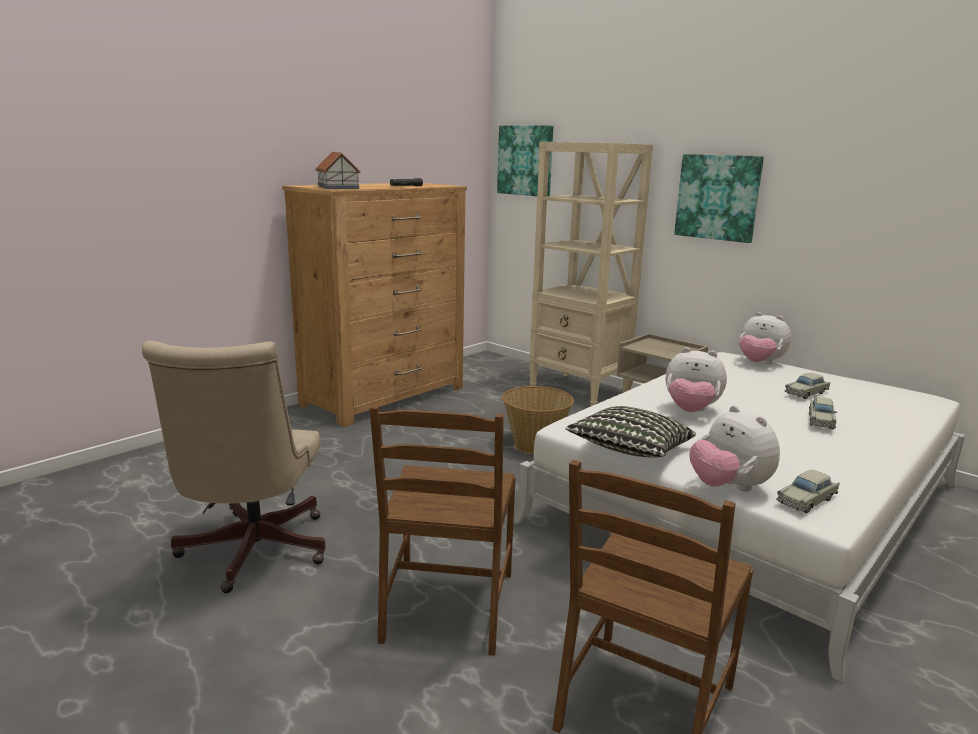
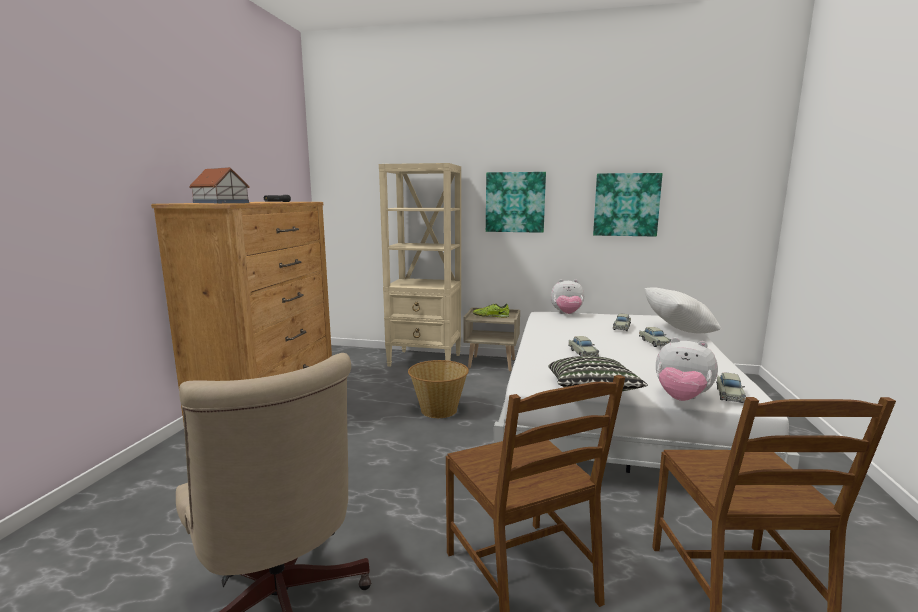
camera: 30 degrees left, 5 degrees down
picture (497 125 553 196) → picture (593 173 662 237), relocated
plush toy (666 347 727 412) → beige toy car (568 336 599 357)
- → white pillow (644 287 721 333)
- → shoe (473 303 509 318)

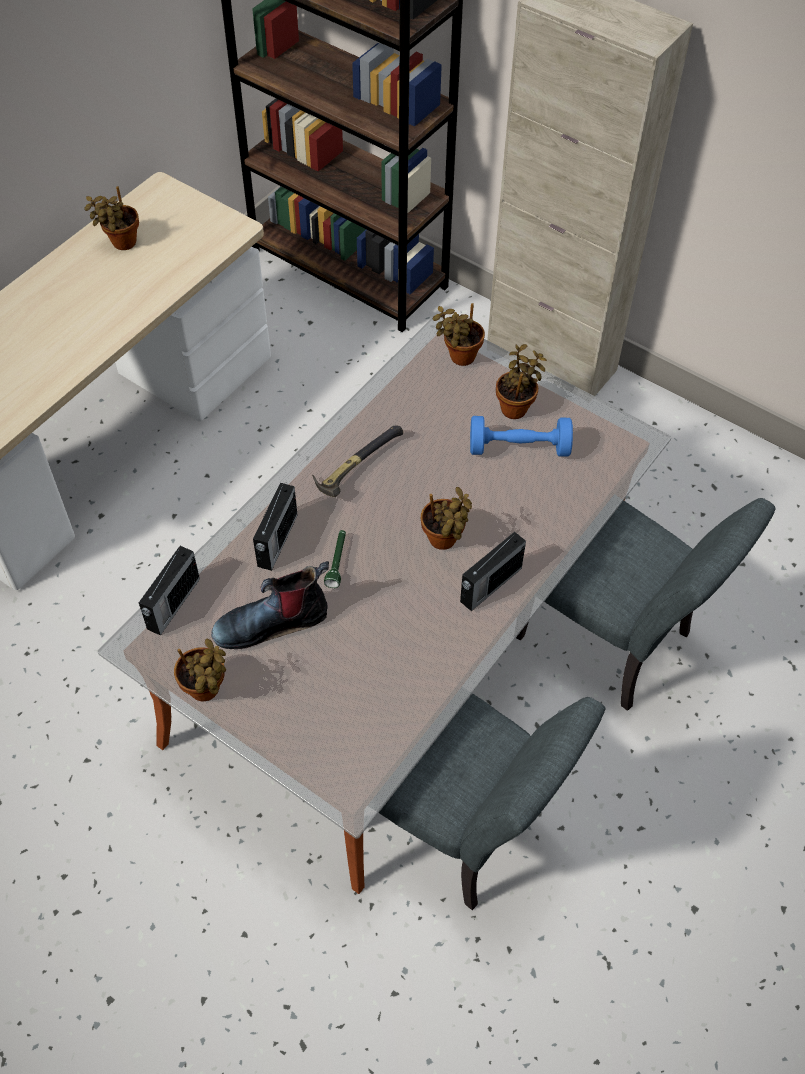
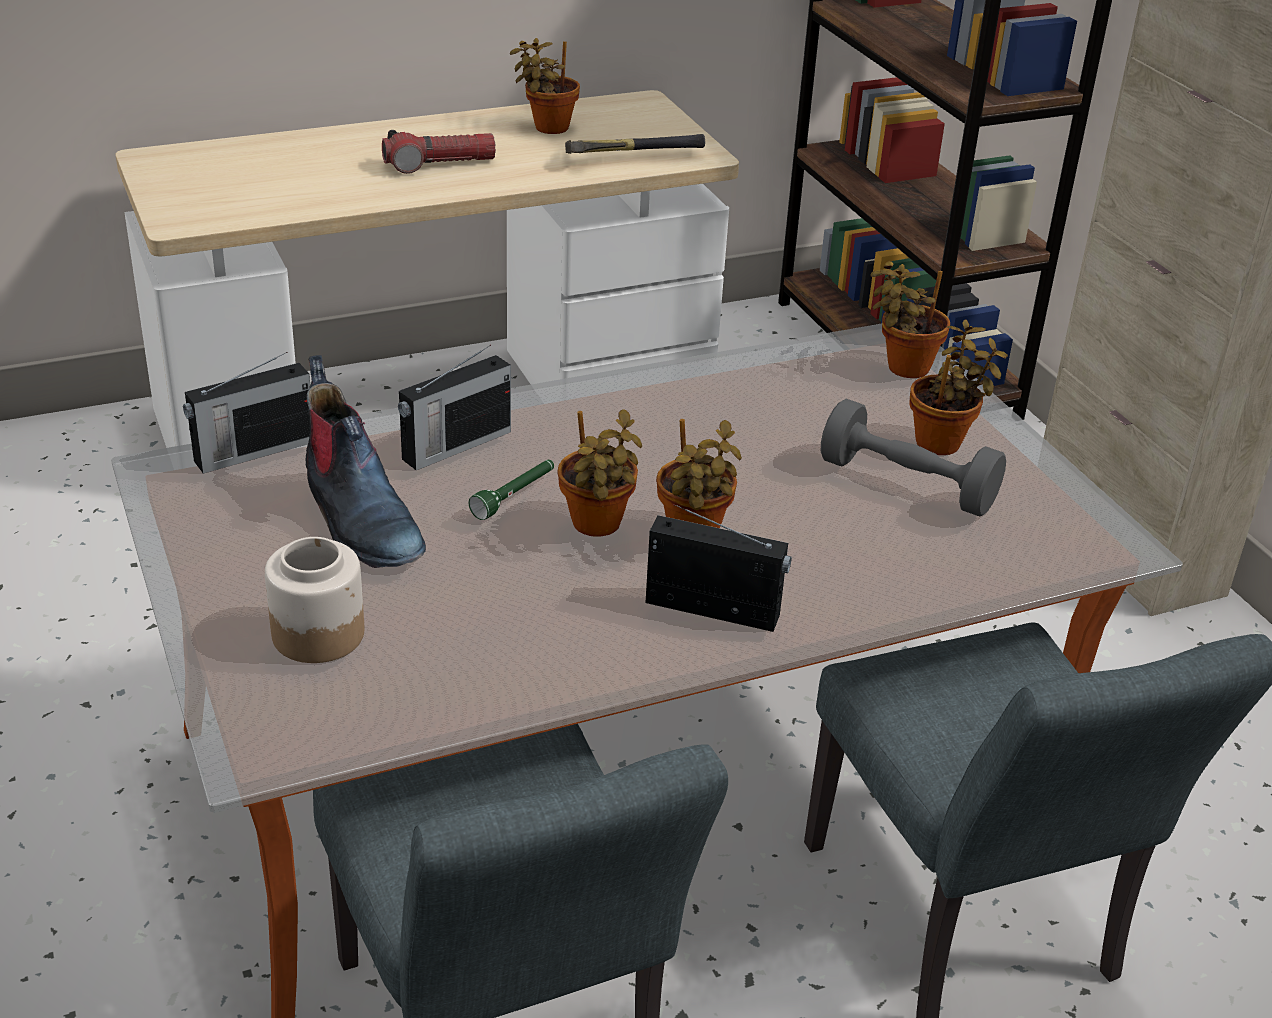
camera: 30 degrees right, 20 degrees down
blue dumbbell (470 416 573 457) → grey dumbbell (821 399 1006 517)
hammer (312 425 403 497) → hammer (565 134 705 154), relocated
radio (460 532 526 611) → radio (645 504 792 632), 150 degrees counterclockwise
boot (211 561 329 649) → boot (306 355 426 568), 135 degrees counterclockwise
potted plant (174 639 226 701) → potted plant (557 409 642 537), relocated
- → flashlight (382 130 496 174)
- → jar (265 537 364 663)

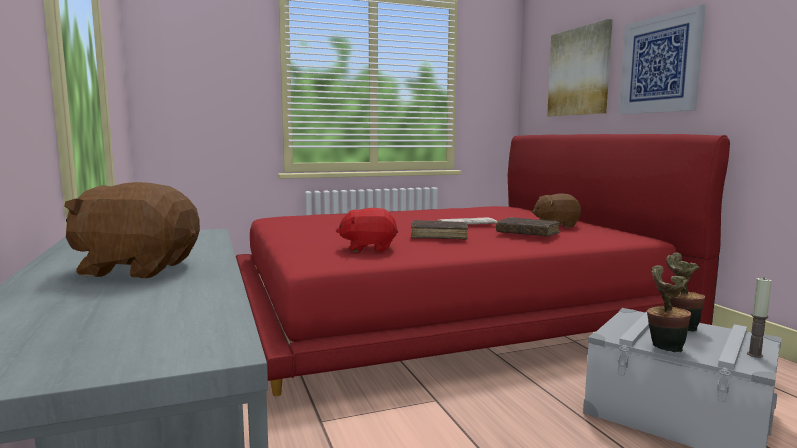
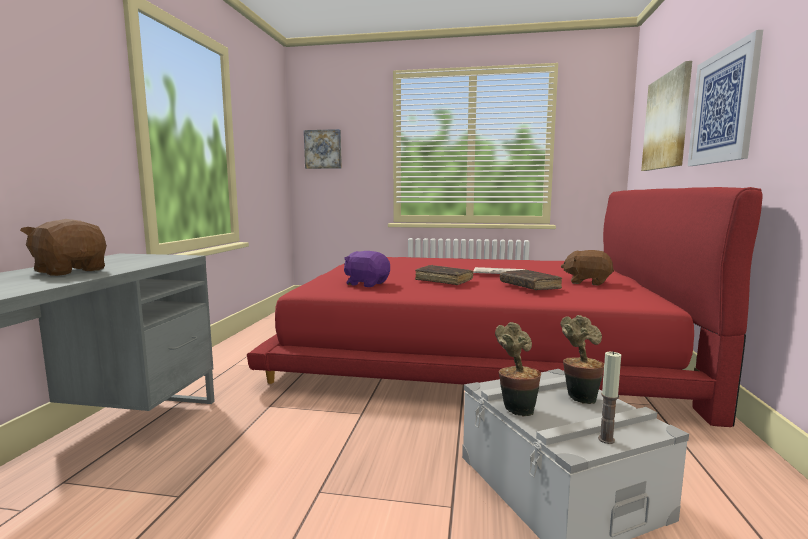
camera: 30 degrees right, 0 degrees up
red plush toy (336 208 398 252) → purple plush toy (344 251 390 287)
- → picture (304 129 342 169)

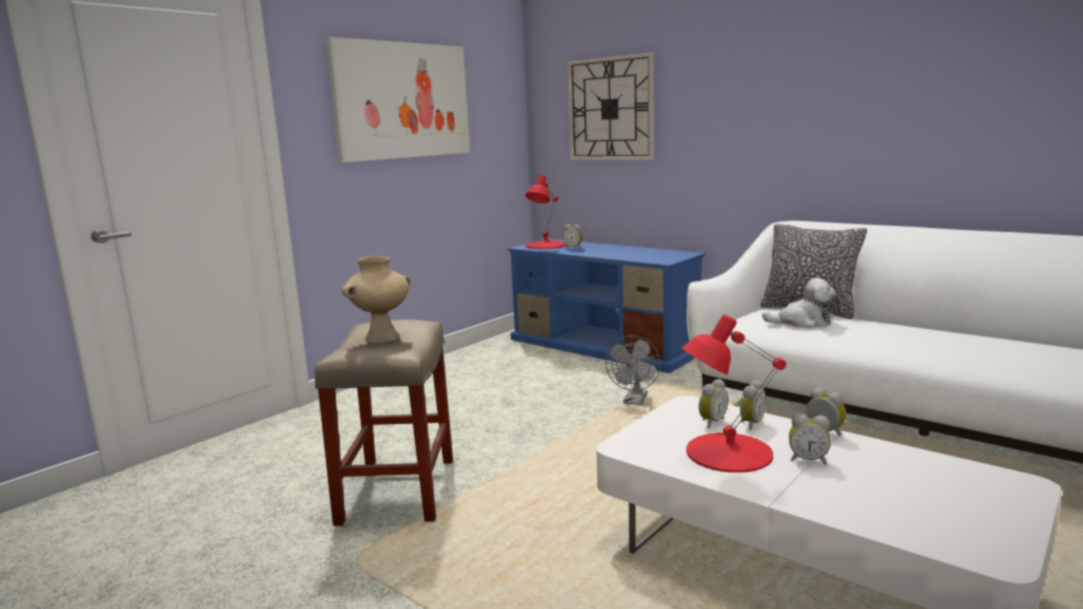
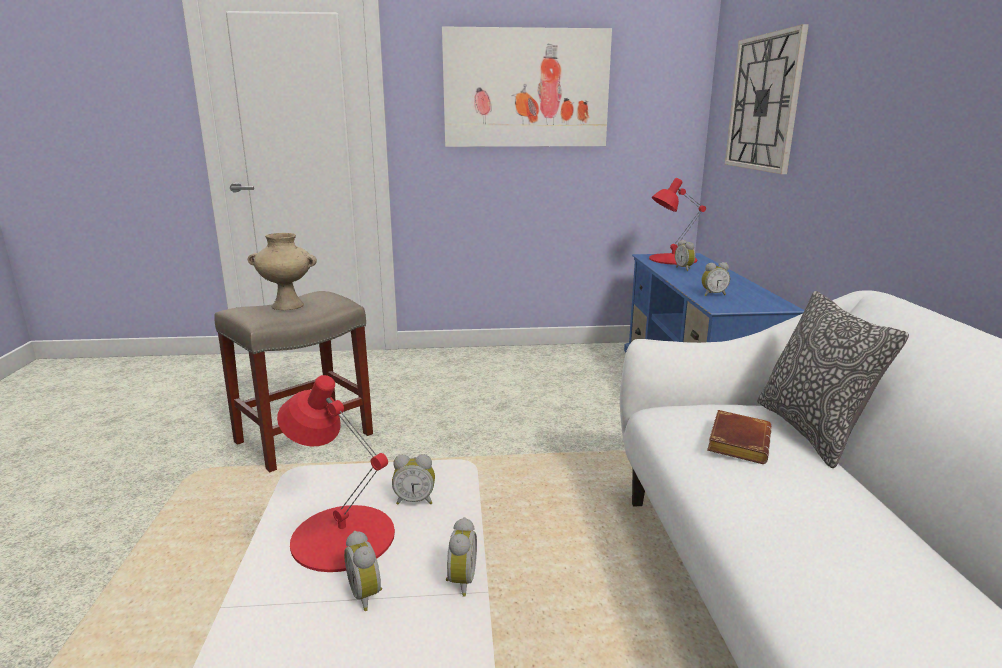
camera: 45 degrees right, 5 degrees up
plush toy (762 278 836 329) → brown book (707 410 771 464)
grey fan (605 335 661 405) → -
alarm clock (740 380 766 430) → alarm clock (702 262 730 296), relocated

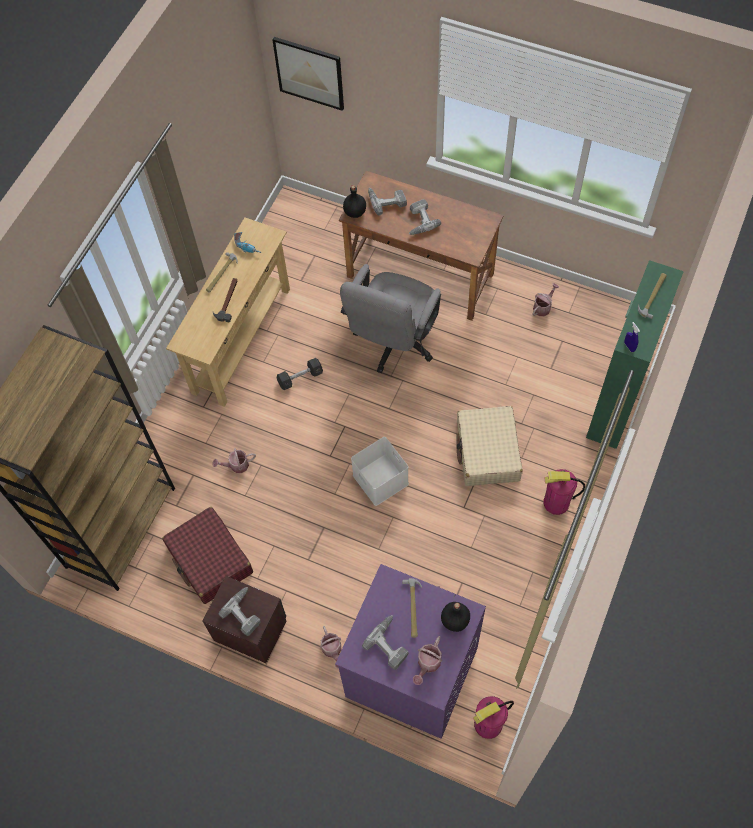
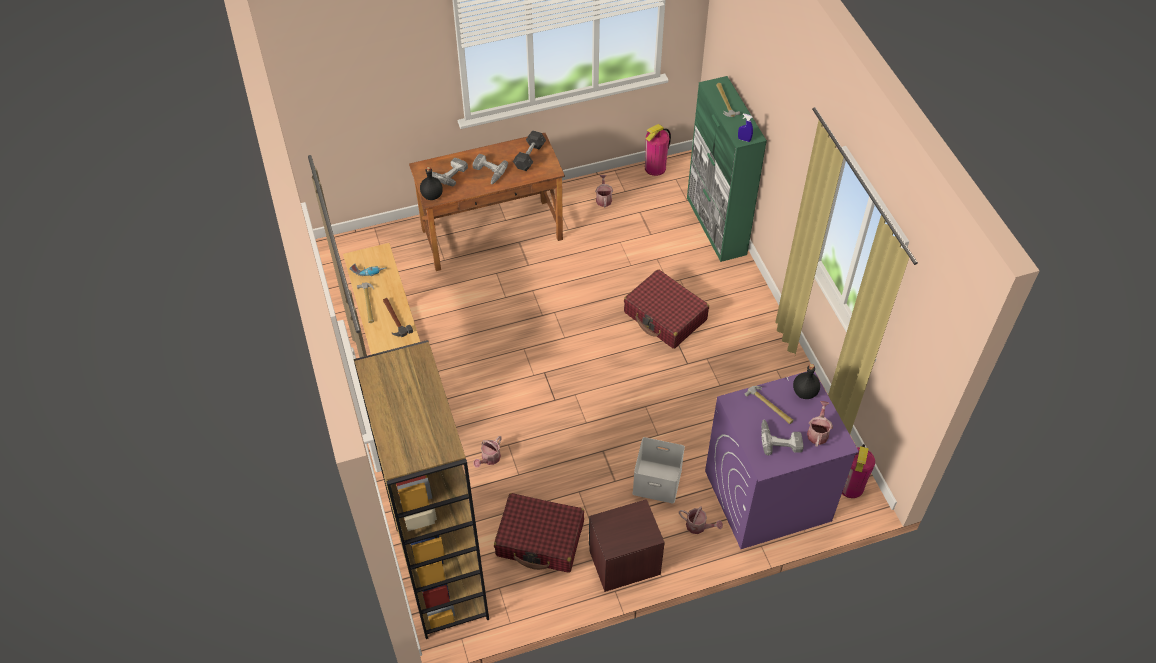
camera: 45 degrees left, 10 degrees down
picture (272 37 344 111) → -
grey office chair (340 264 441 373) → -
grey dumbbell (277 358 323 390) → grey dumbbell (513 131 546 171), relocated
beige suitcase (456 406 523 486) → red suitcase (624 269 709 349)
white storage box (351 437 409 506) → white storage box (632 437 685 503), relocated
fire extinguisher (543 469 585 515) → fire extinguisher (645 124 671 176), relocated
power drill (219 587 261 636) → -
watering can (413 636 442 685) → watering can (807 401 833 447), 150 degrees counterclockwise

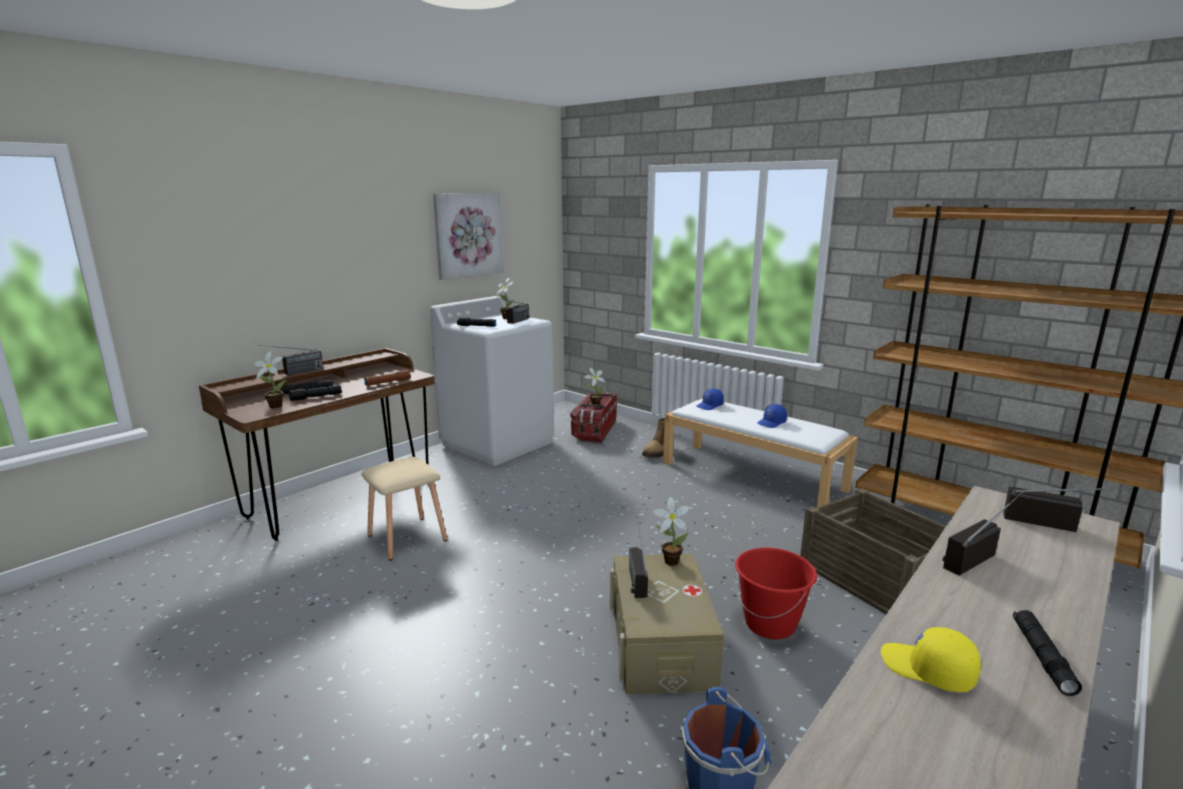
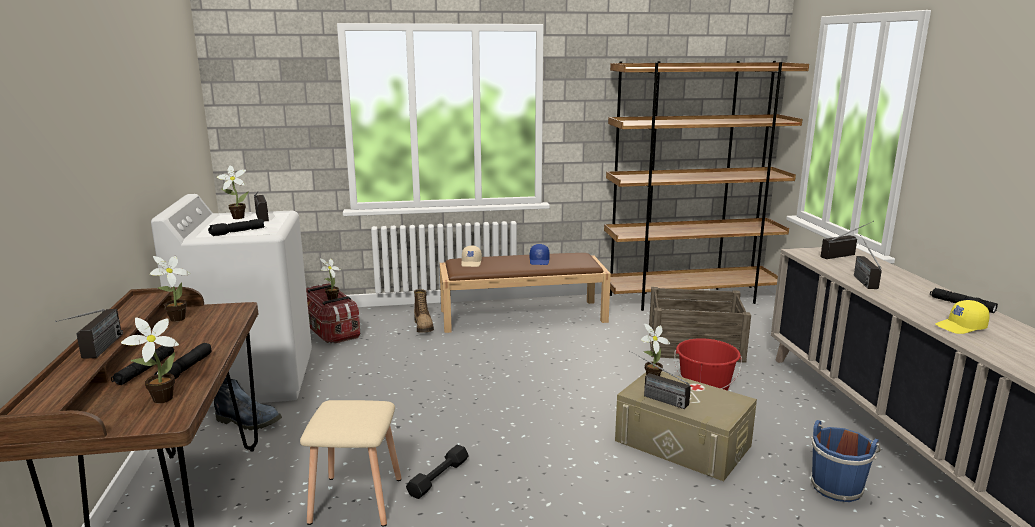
camera: 50 degrees left, 0 degrees up
picture (433 193 504 280) → -
brown flashlight (364 370 411 386) → -
blue cap (696 389 724 410) → beige cap (461 246 482 267)
white bench (663 398 858 508) → brown bench (439 253 611 333)
- → potted plant (150 256 190 322)
- → boot (214 378 282 430)
- → black dumbbell (406 445 469 499)

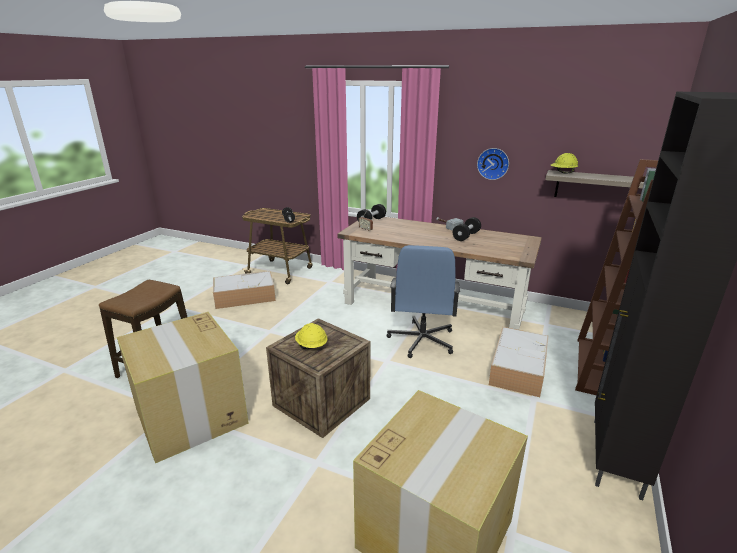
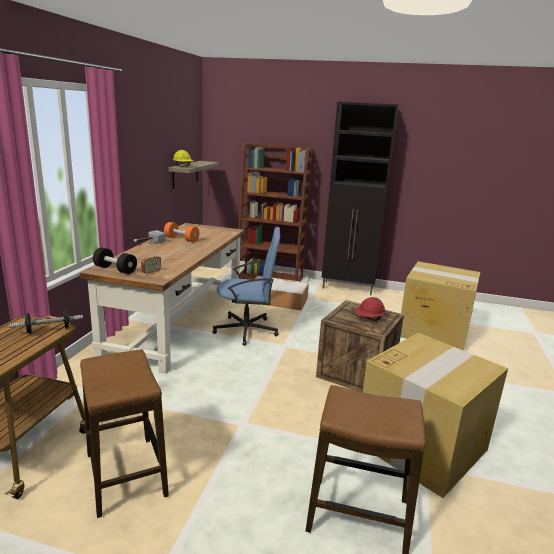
camera: 100 degrees left, 5 degrees down
wall clock (477 148 509 180) → -
black dumbbell (453 217 481 241) → orange dumbbell (164 222 199 242)
storage box (213 271 276 309) → stool (80 349 169 518)
yellow hard hat (295 323 328 349) → red hard hat (355 297 385 321)

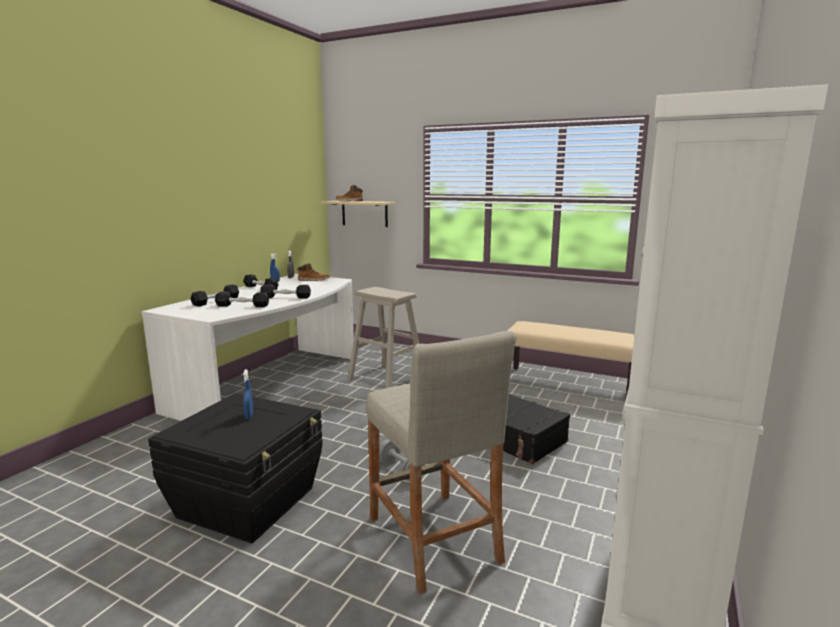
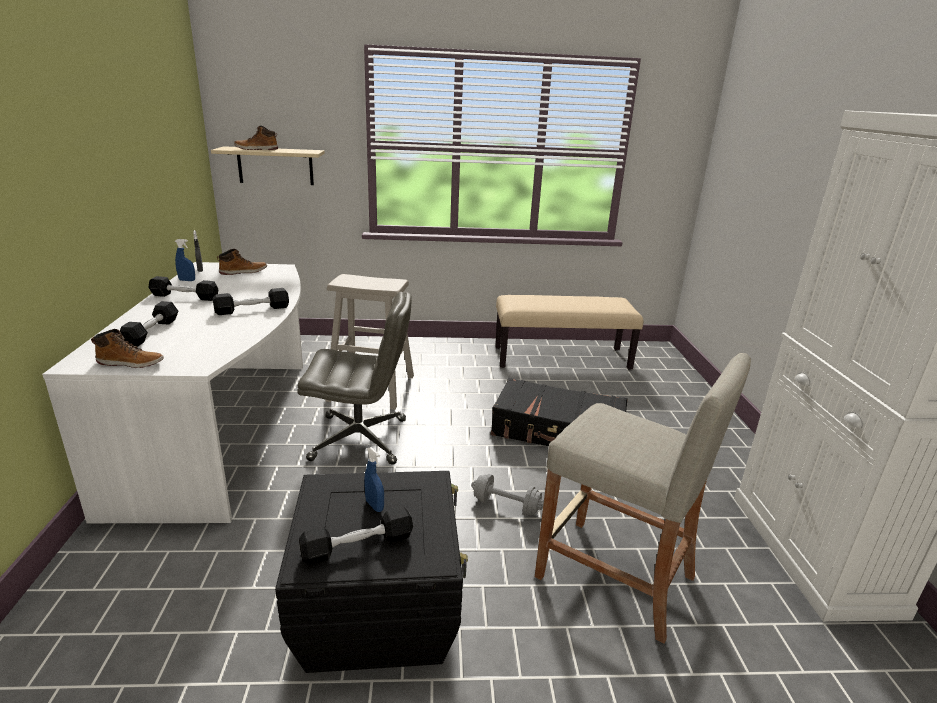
camera: 30 degrees left, 10 degrees up
black dumbbell (215 292 269 307) → black dumbbell (299 507 413 565), relocated
- → grey office chair (297 292 412 465)
- → boot (91 329 164 368)

